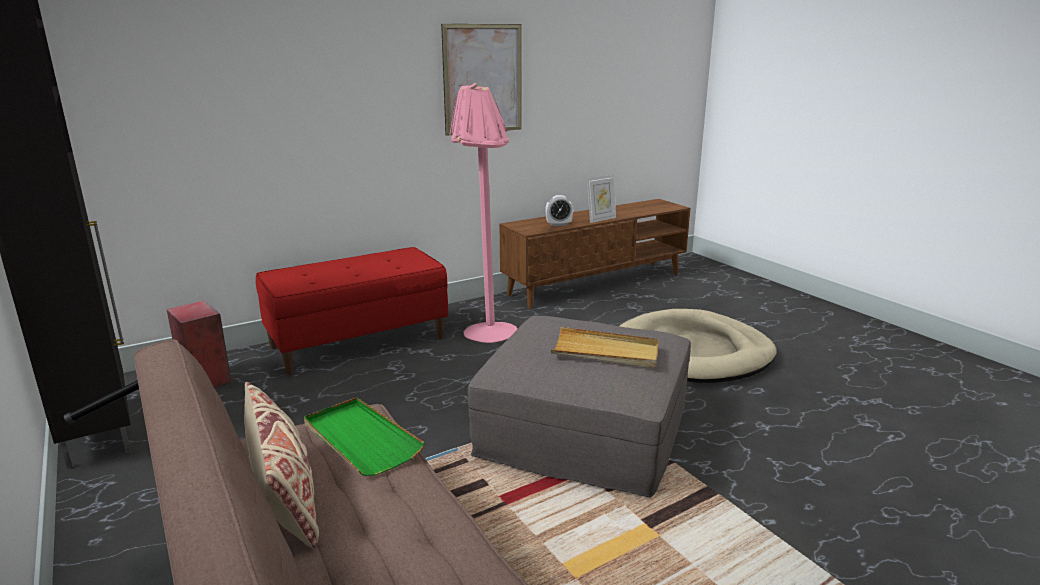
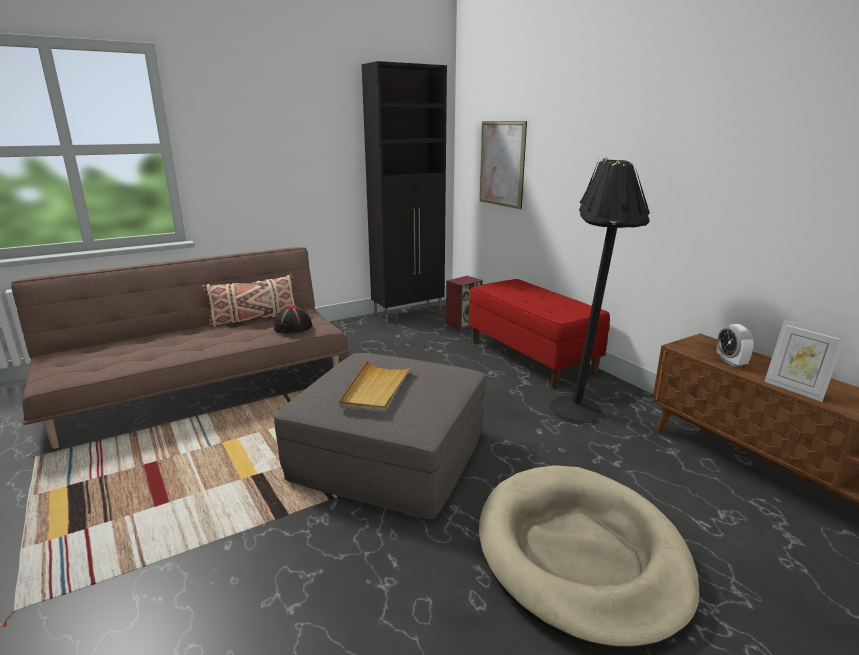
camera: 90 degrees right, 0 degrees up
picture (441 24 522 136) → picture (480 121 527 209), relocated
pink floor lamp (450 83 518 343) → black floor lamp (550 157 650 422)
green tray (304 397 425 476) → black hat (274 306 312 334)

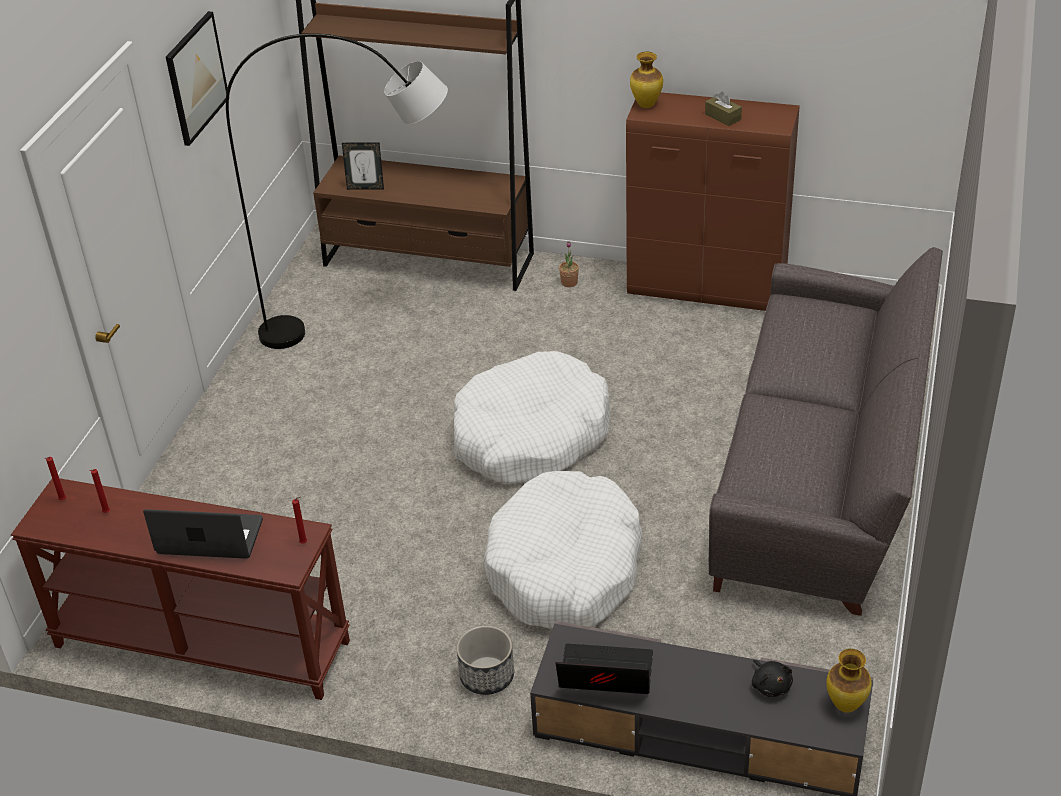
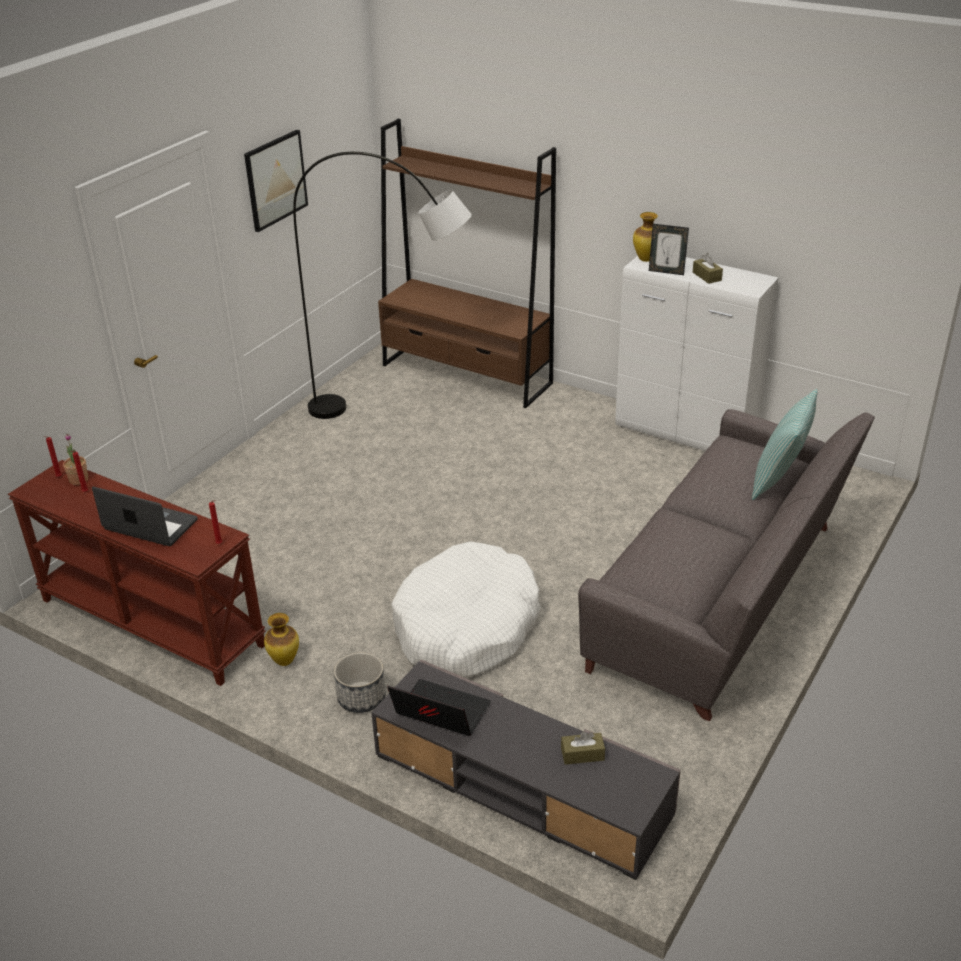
camera: 15 degrees right, 5 degrees down
brown cabinet (626 92 800 311) → white cabinet (615 256 779 451)
picture frame (342 142 384 190) → picture frame (649 224 689 275), relocated
potted plant (559 242 579 287) → potted plant (63 434 88 485), relocated
white dog bed (454 351 611 484) → -
vase (826 649 872 713) → vase (264 613 299 666), relocated
black plush toy (752 659 793 697) → brown tissue box (561 732 605 765)
- → pillow (752 389 818 500)

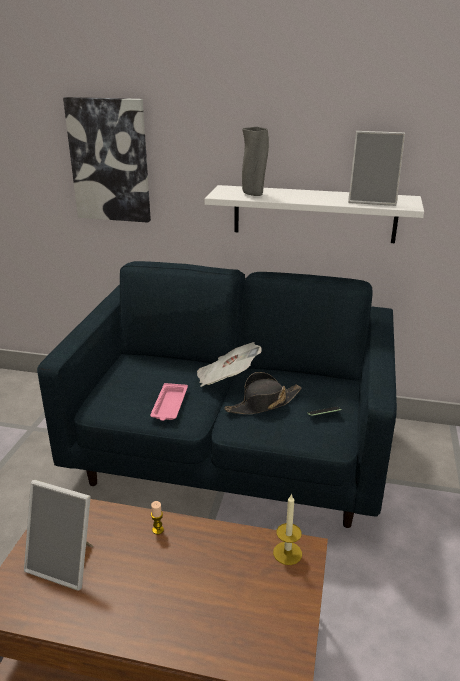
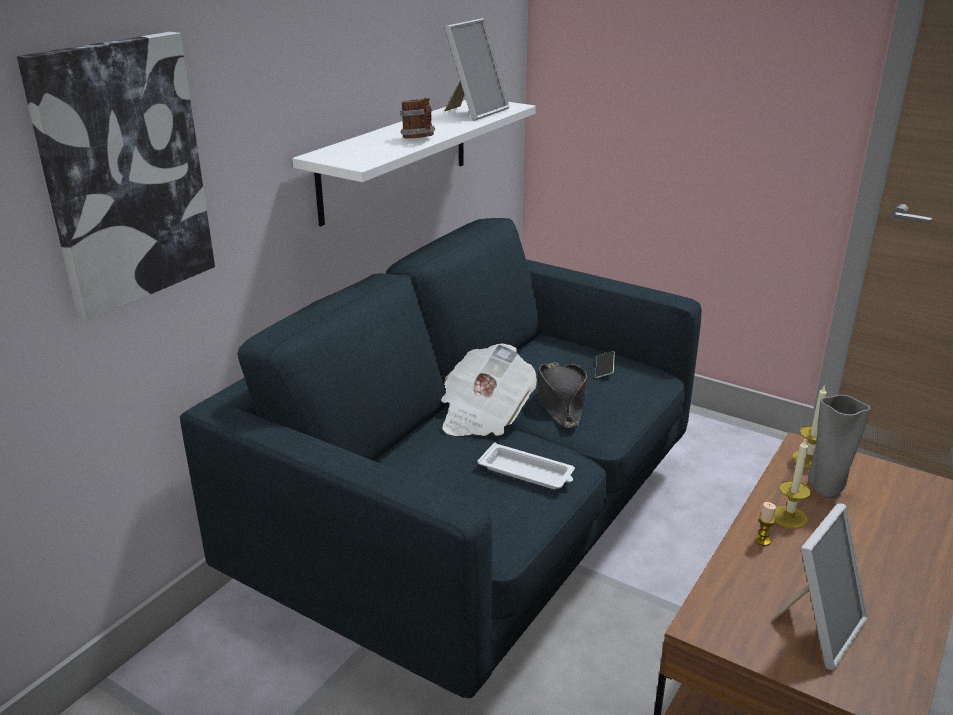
camera: 70 degrees left, 0 degrees up
grey vase (242 127 269 196) → grey vase (808 395 870 498), relocated
pink tray (150 383 188 421) → white tray (477 443 575 489)
- → mug (400 97 435 138)
- → candle (774 438 811 529)

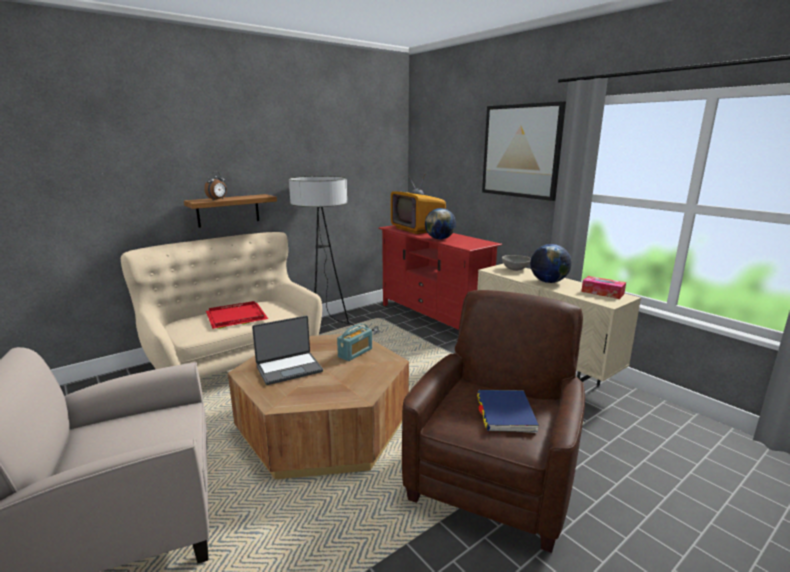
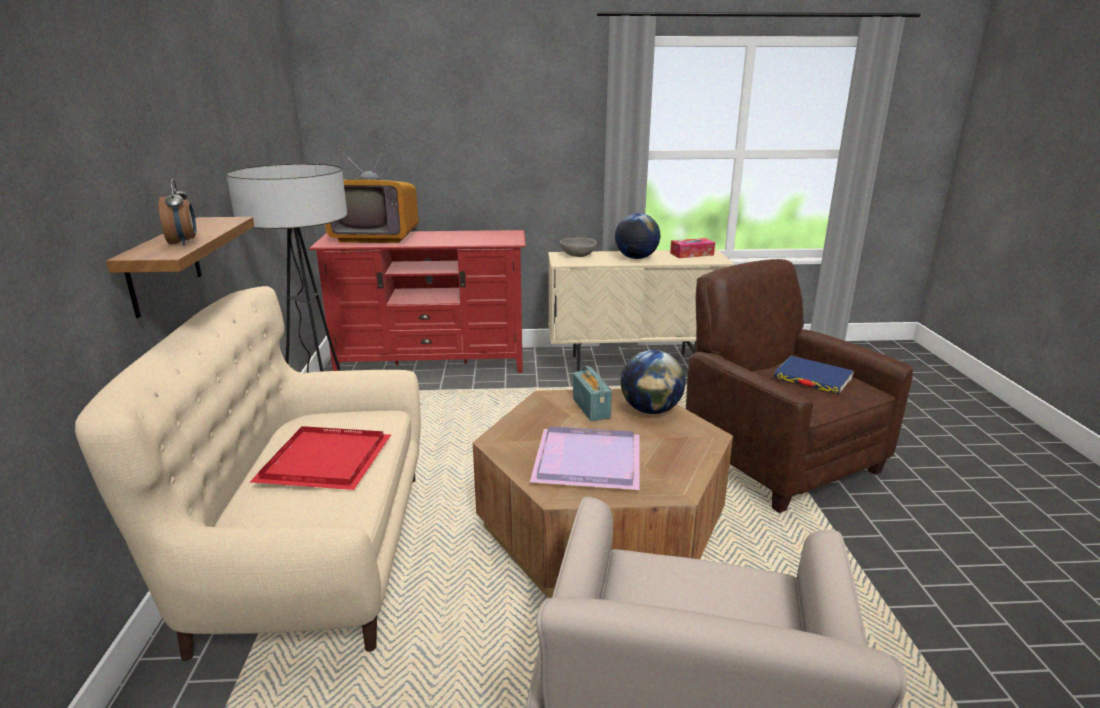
camera: 55 degrees left, 5 degrees up
picture (482 101 566 201) → -
globe (425 208 456 240) → globe (621 350 685 414), relocated
laptop (252 316 323 385) → purple tray (530 426 639 490)

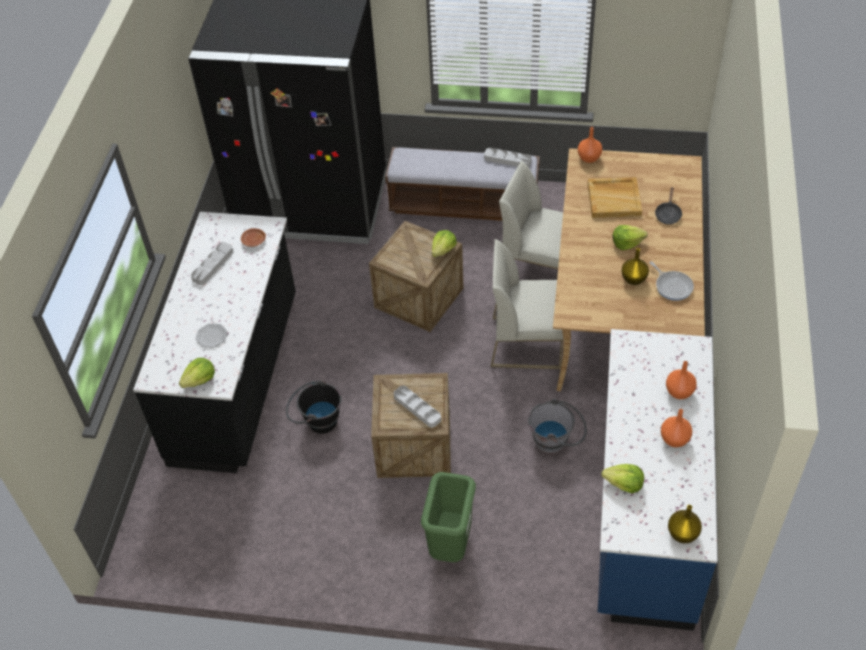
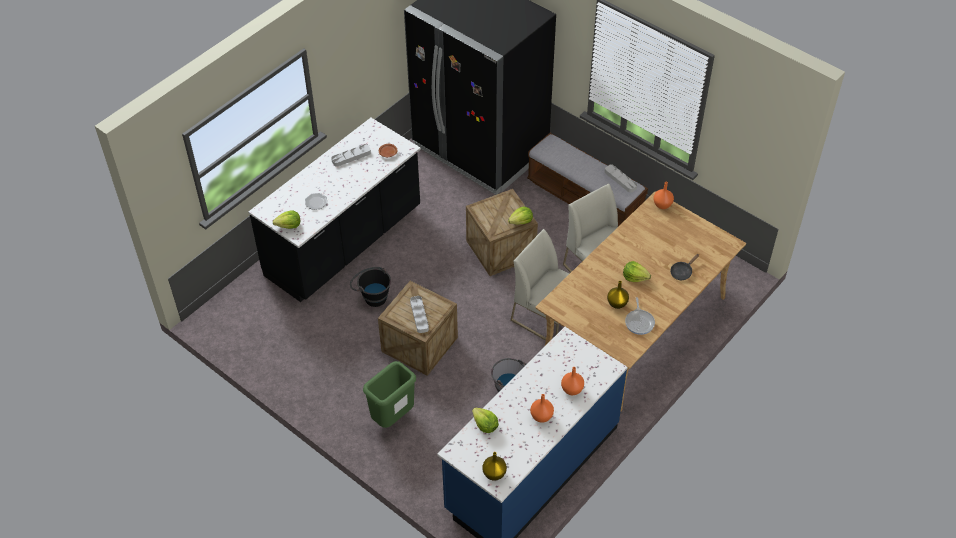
camera: 30 degrees right, 0 degrees up
beige tray (588 177 642 218) → -

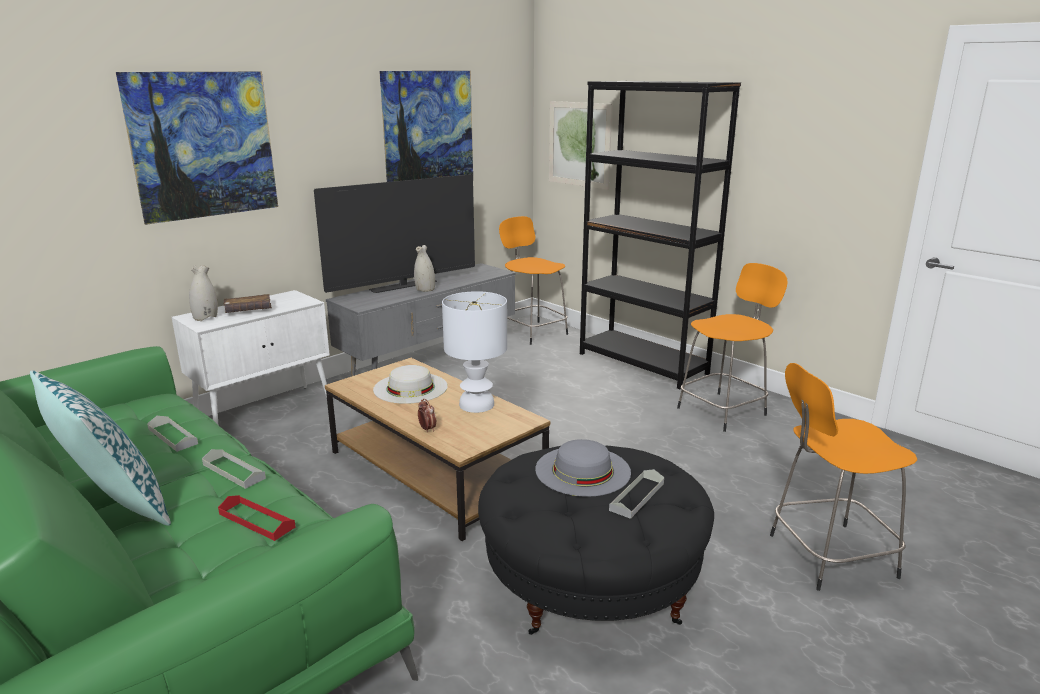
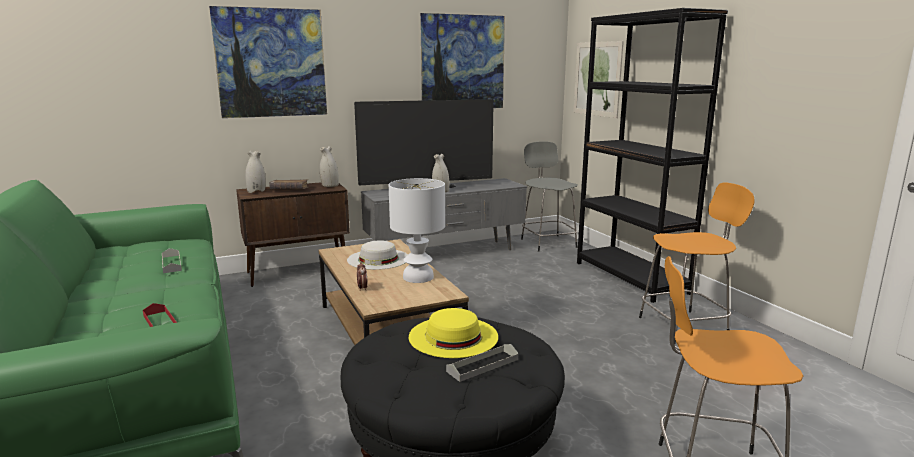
camera: 20 degrees right, 5 degrees down
orange stool (499 216 568 345) → grey stool (521 141 578 252)
white cabinet (172 290 330 424) → brown cabinet (236 182 350 287)
pillow (30 370 171 526) → -
grey hat (535 439 631 497) → yellow hat (409 308 498 358)
grey tray (202 449 266 489) → -
- → white vase (319 146 339 187)

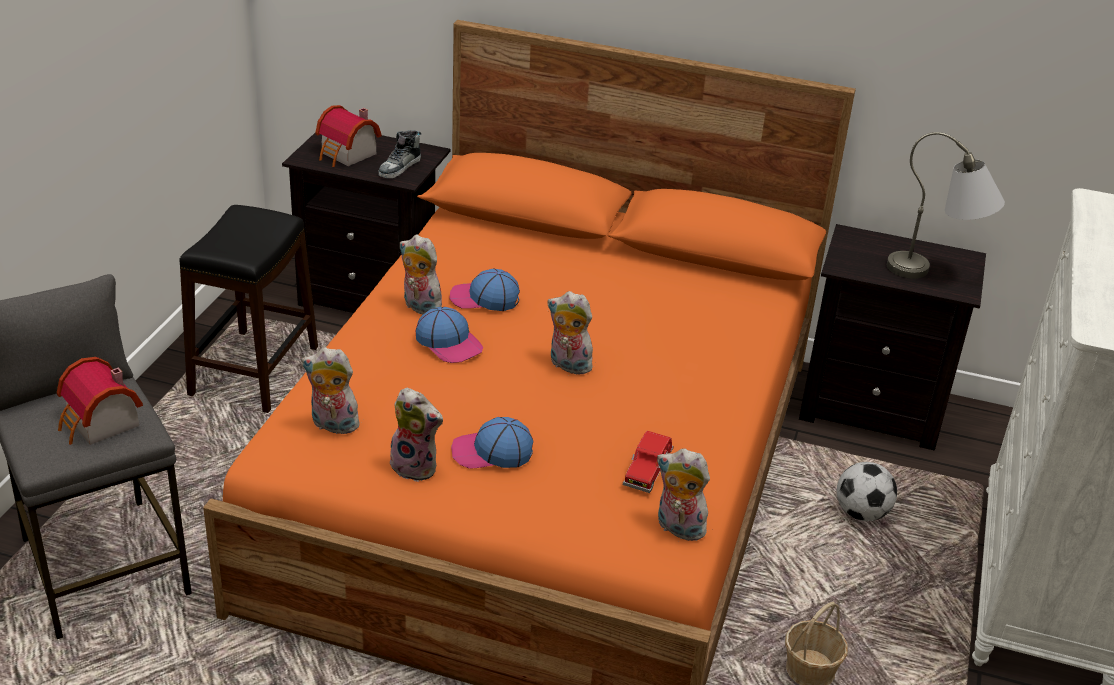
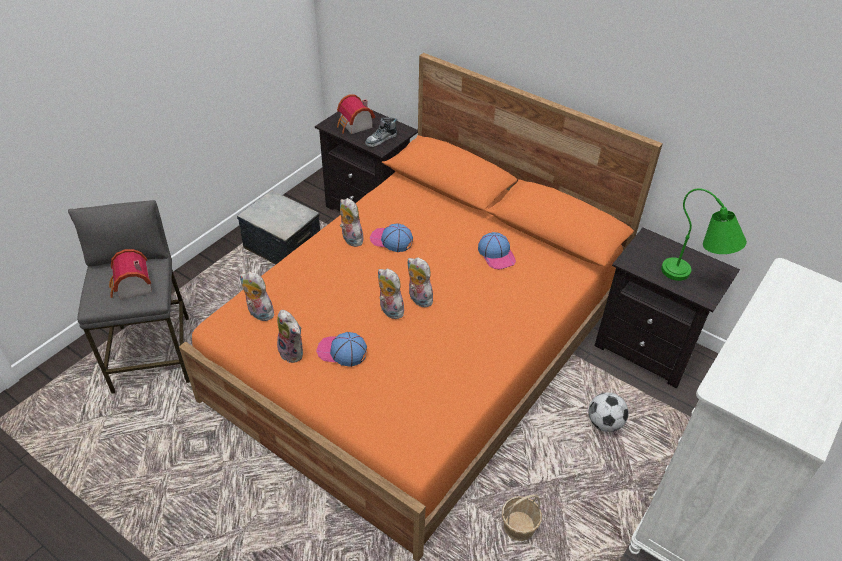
camera: 20 degrees right, 10 degrees up
grey table lamp (887 132 1005 279) → green table lamp (661 188 747 281)
black stool (179 205 318 413) → storage box (237 190 320 264)
cap (416 307 483 363) → cap (478 232 516 269), relocated
red toy car (623 431 673 493) → -
plush toy (657 449 710 541) → plush toy (378 269 405 319), relocated

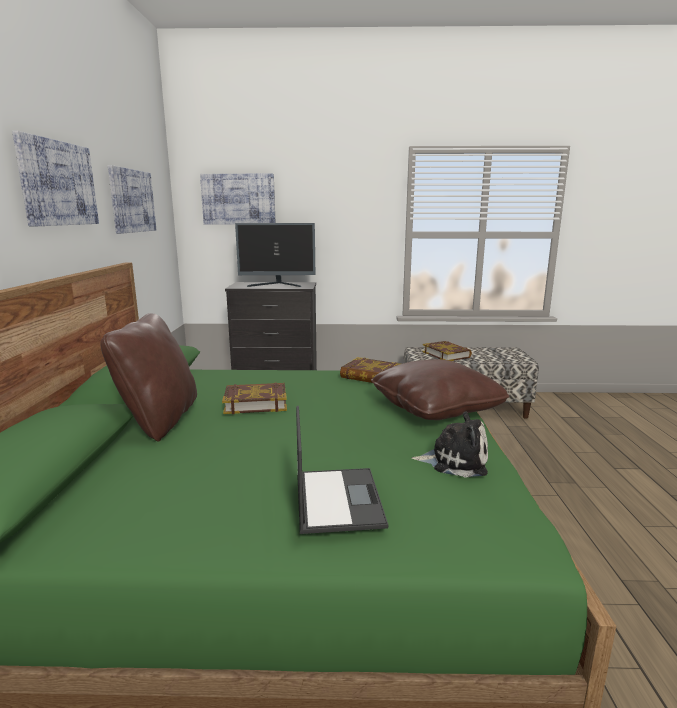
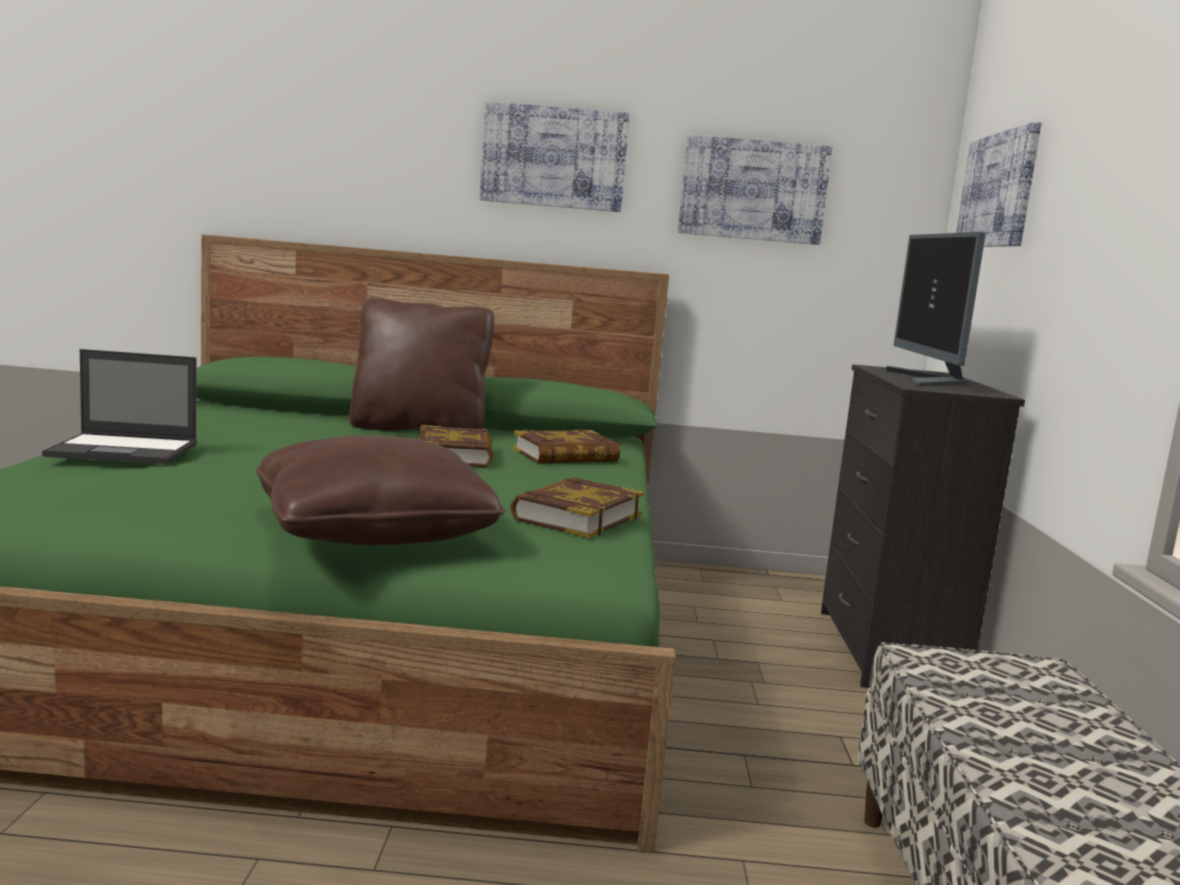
camera: 90 degrees right, 5 degrees down
book (422 341 472 361) → book (512 429 620 464), relocated
plush toy (412 411 488 478) → -

